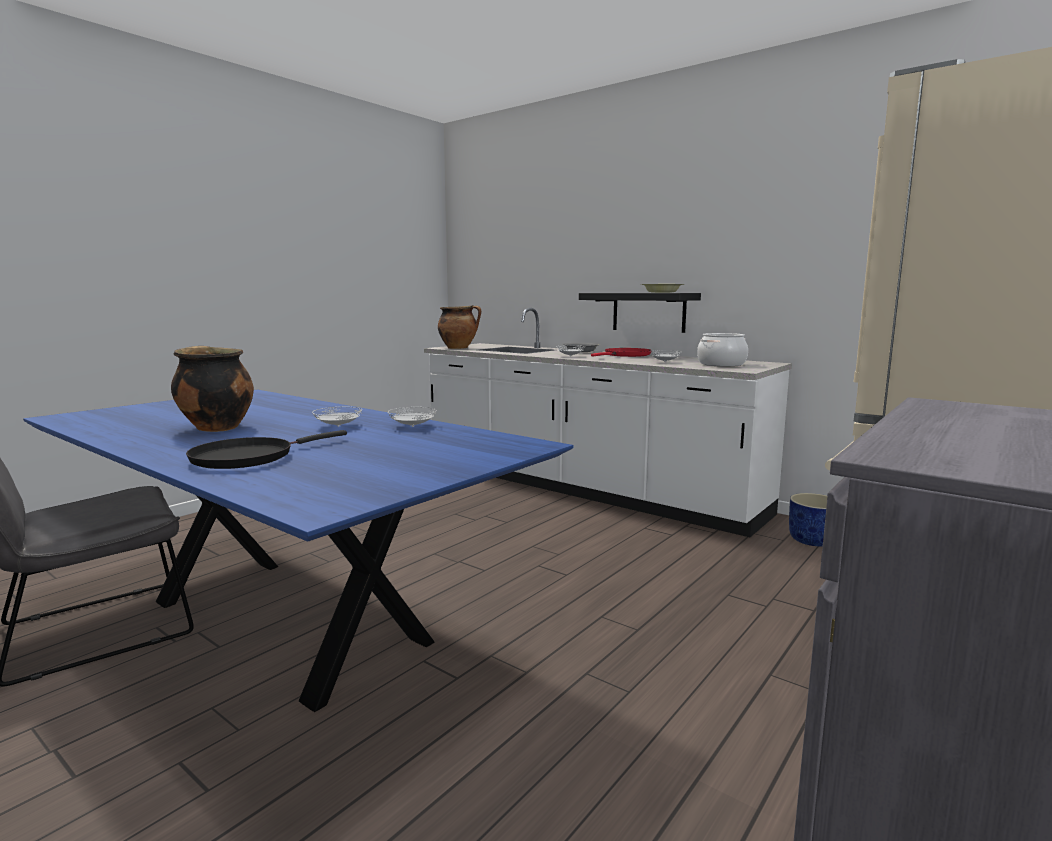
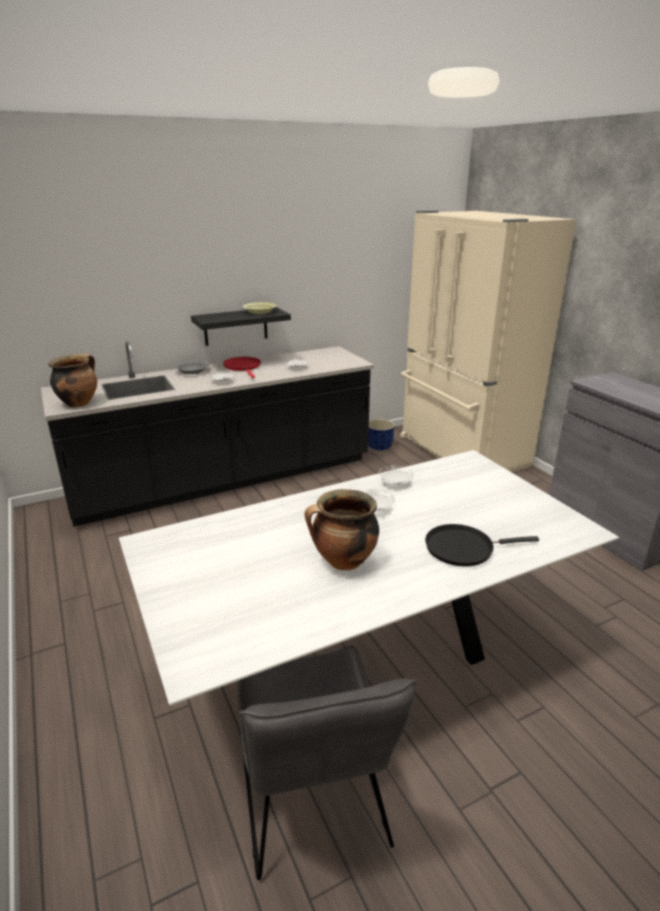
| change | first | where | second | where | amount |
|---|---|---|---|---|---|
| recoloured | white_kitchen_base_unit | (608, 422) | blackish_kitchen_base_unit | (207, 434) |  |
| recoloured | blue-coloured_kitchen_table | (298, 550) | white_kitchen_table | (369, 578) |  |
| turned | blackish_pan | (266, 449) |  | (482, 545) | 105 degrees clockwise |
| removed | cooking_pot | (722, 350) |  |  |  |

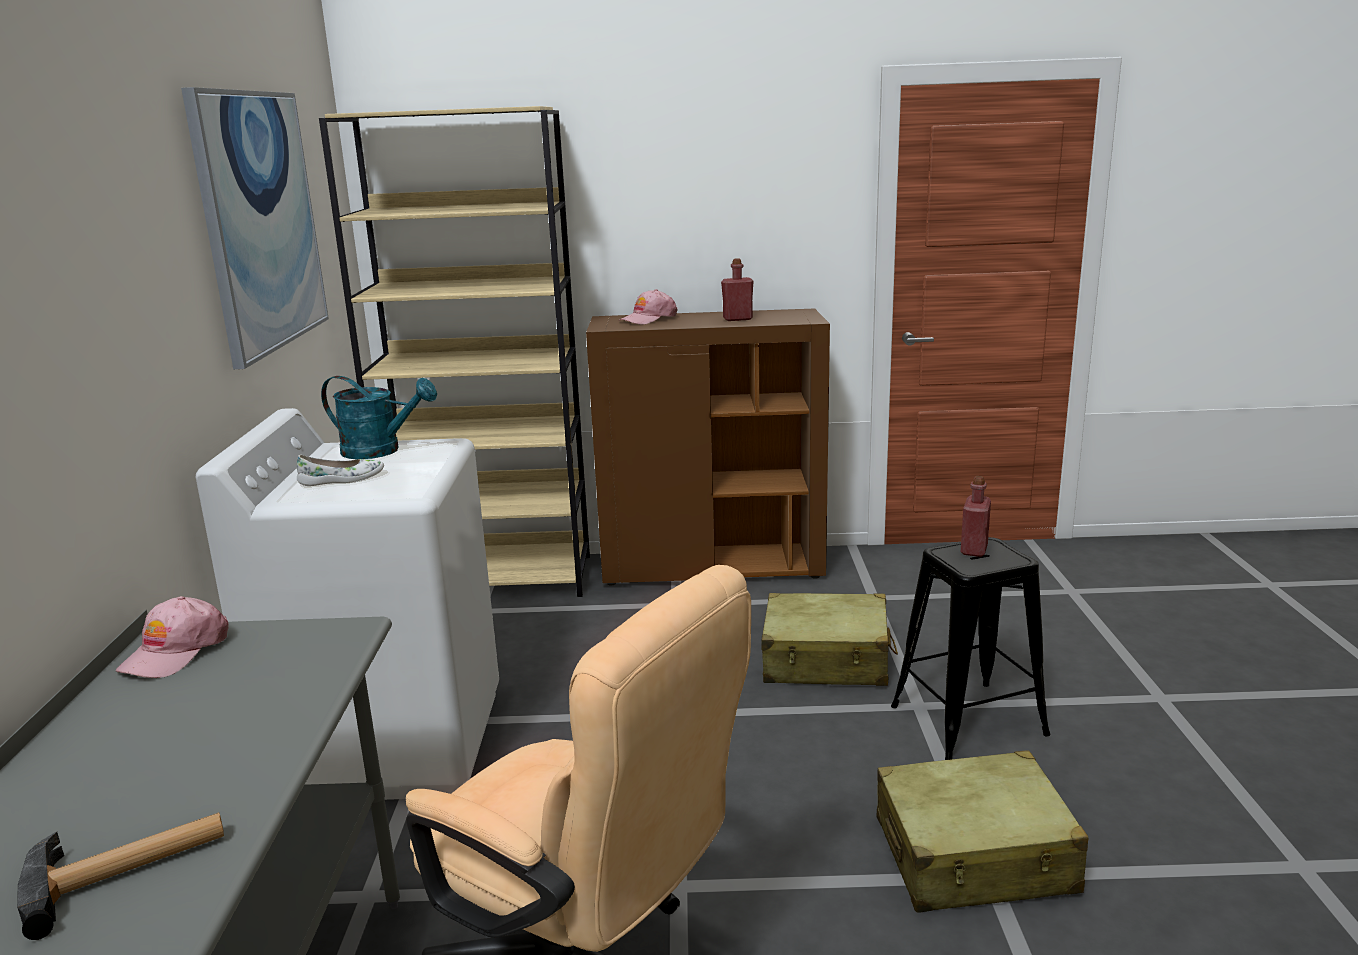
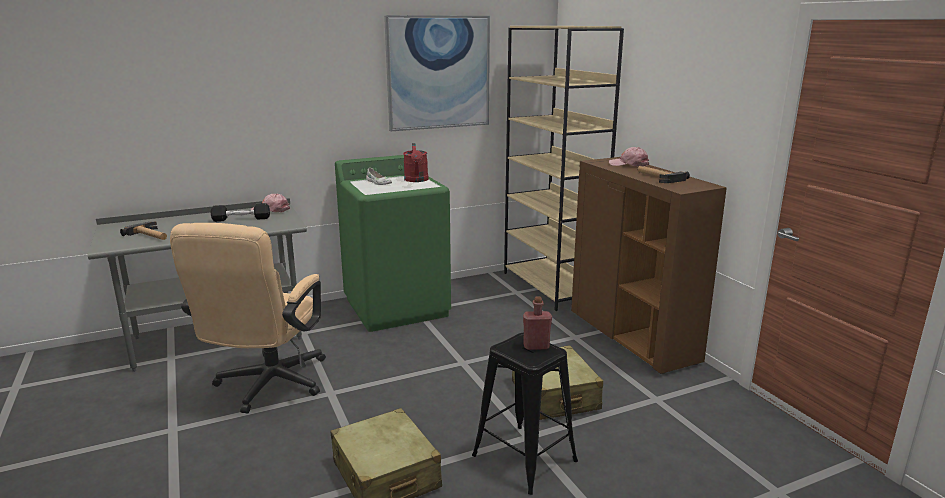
| change | first | where | second | where | amount |
|---|---|---|---|---|---|
| added |  |  | blackish_hand_weight | (240, 212) |  |
| recoloured | white_washing_machine | (347, 604) | greenish_washing_machine | (393, 243) |  |
| recoloured | turquoise-coloured_watering_can | (379, 417) | reddish_watering_can | (415, 162) |  |
| replaced | reddish_bottle | (737, 289) | hammer | (664, 174) |  |

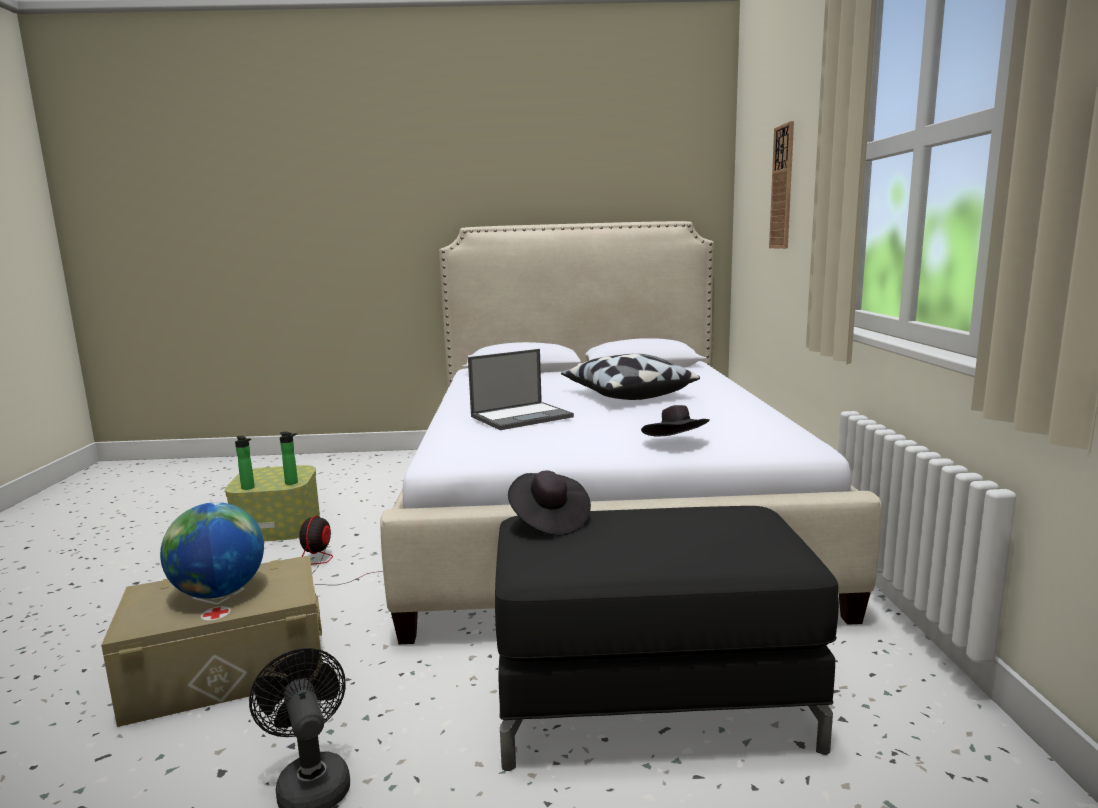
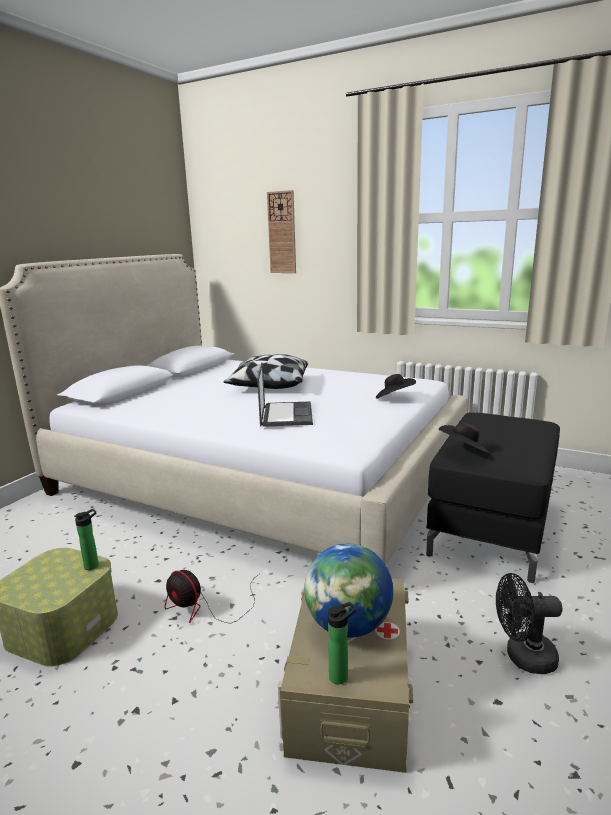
| change | first | where | second | where | amount |
|---|---|---|---|---|---|
| moved | bottle | (245, 463) |  | (342, 643) |  |

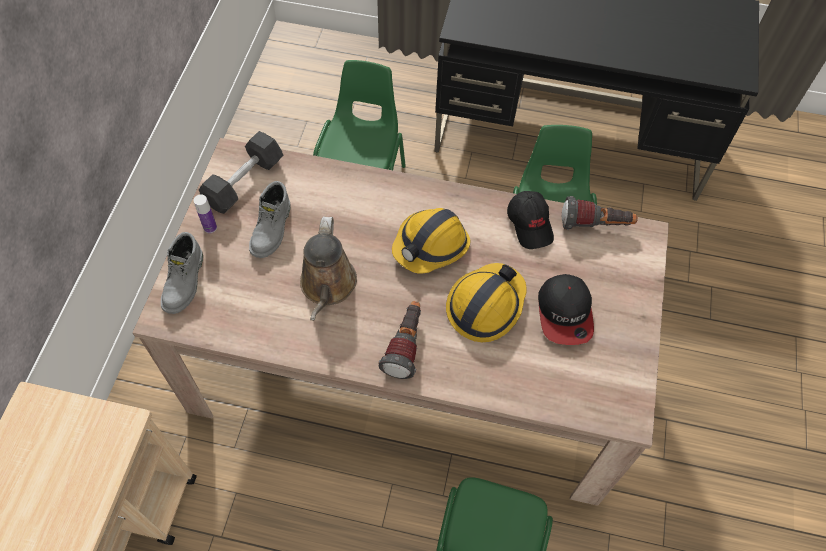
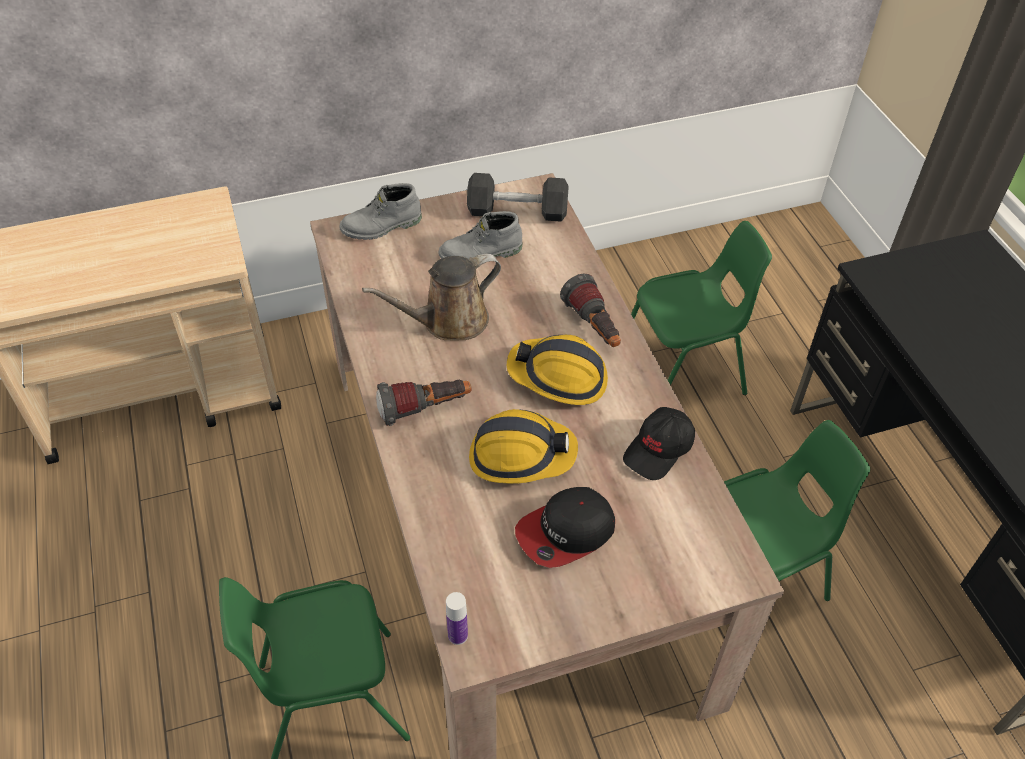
| change | first | where | second | where | amount |
|---|---|---|---|---|---|
| moved | bottle | (205, 213) |  | (457, 618) |  |
| moved | hand_torch | (600, 213) |  | (590, 310) |  |

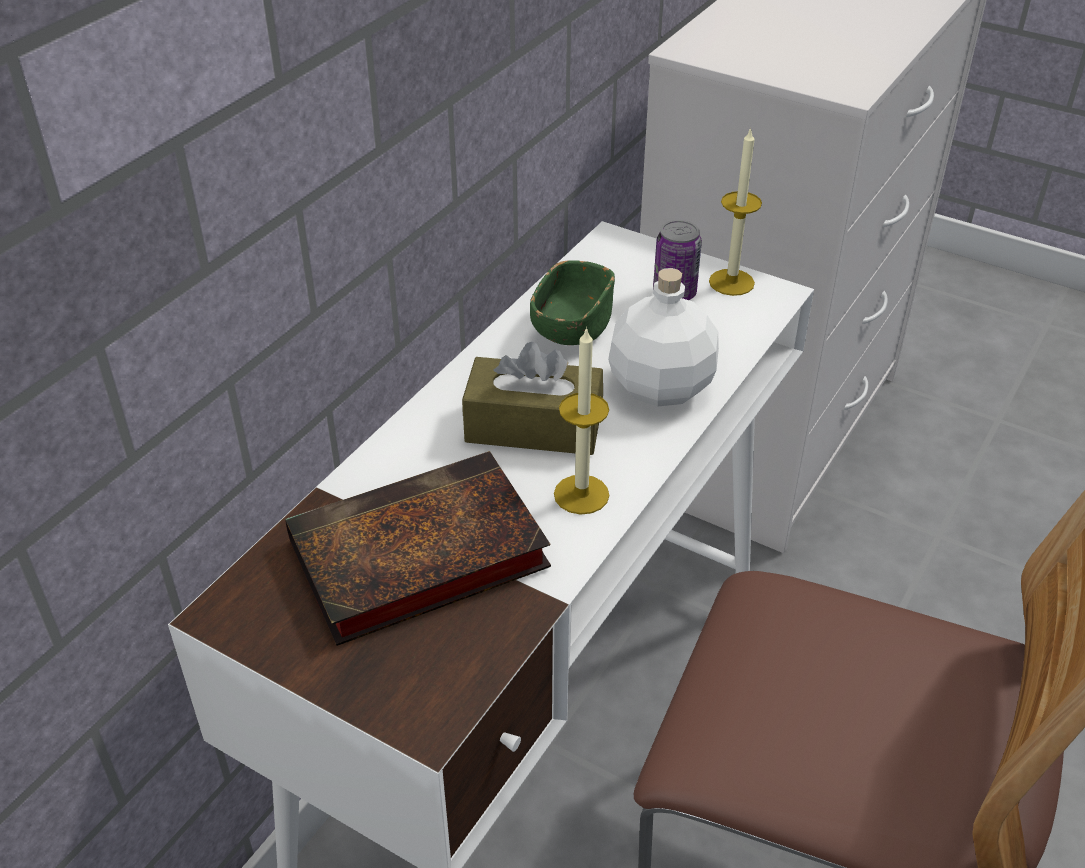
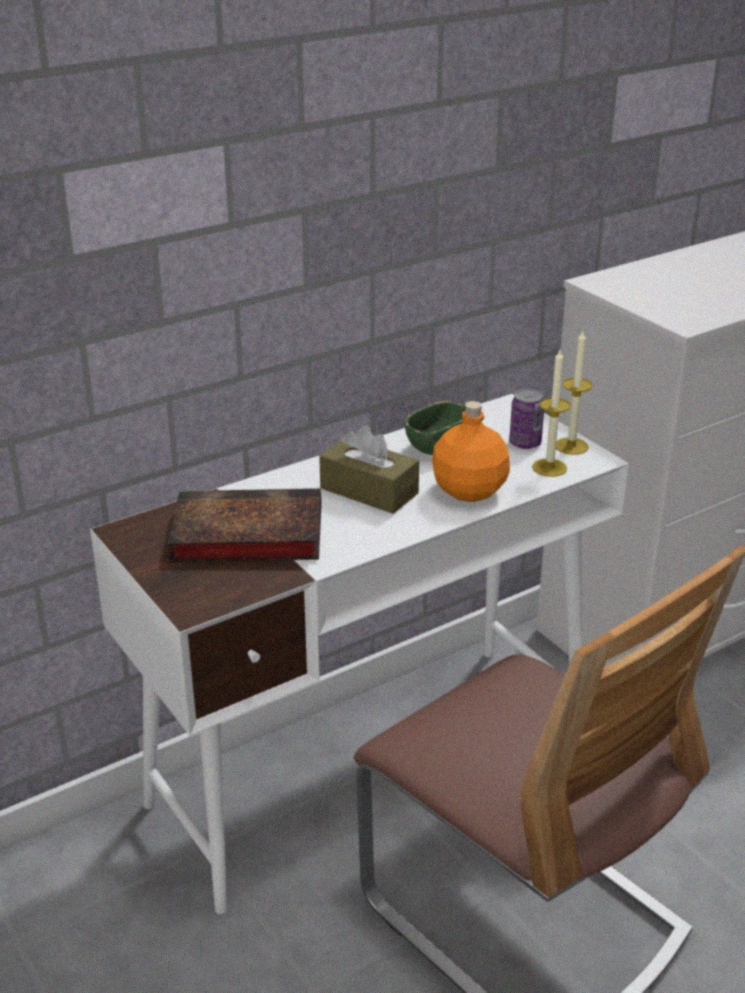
| change | first | where | second | where | amount |
|---|---|---|---|---|---|
| recoloured | white_bottle | (663, 337) | orange_bottle | (471, 451) |  |
| moved | wax_candle | (581, 421) |  | (551, 413) |  |

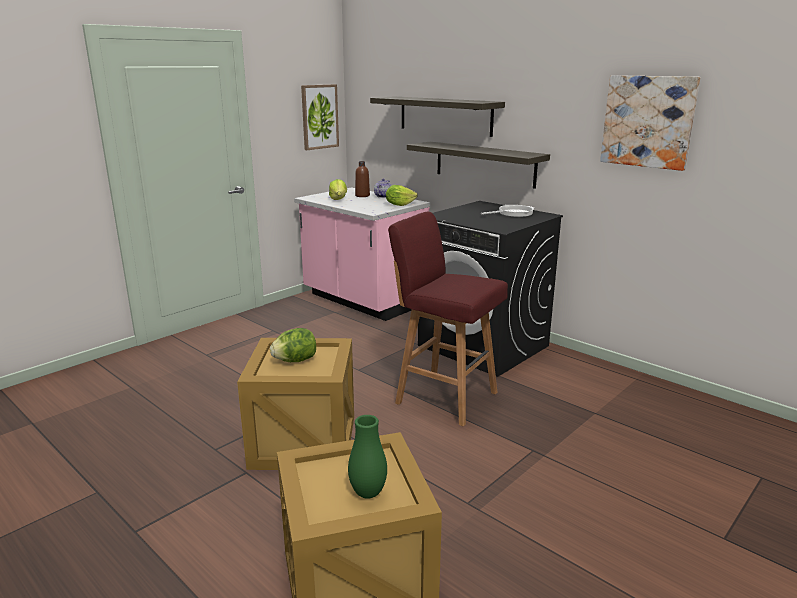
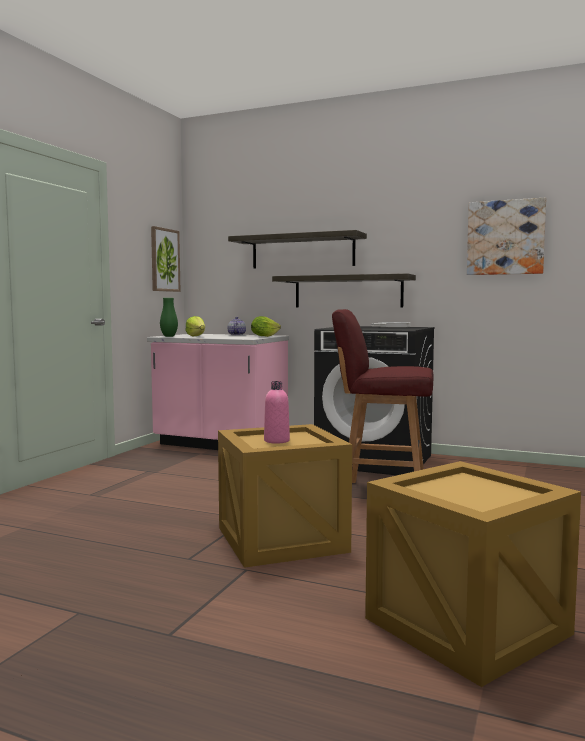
| change | first | where | second | where | amount |
|---|---|---|---|---|---|
| moved | greenish_decorative_vase | (367, 457) |  | (169, 317) |  |
| replaced | head_of_lettuce | (293, 345) | pinkish_bottle | (277, 412) |  |
| removed | brown_bottle | (362, 179) |  |  |  |

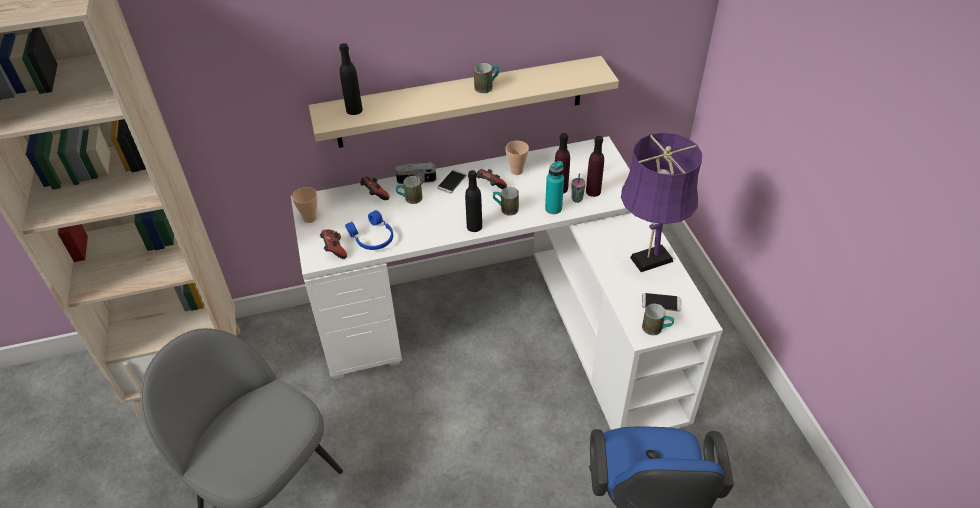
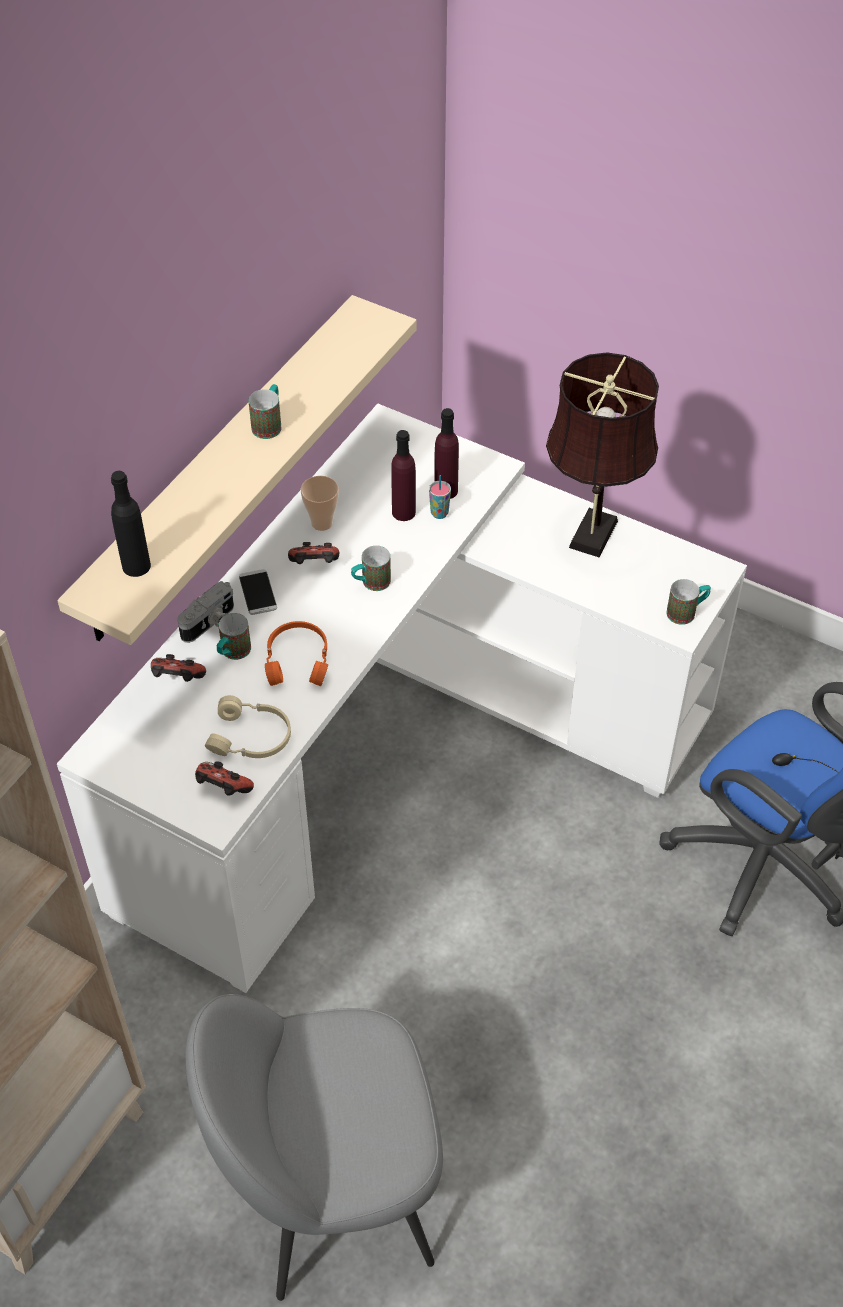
| change | first | where | second | where | amount |
|---|---|---|---|---|---|
| recoloured | blue-coloured_headset | (369, 230) | sand-coloured_headset | (248, 726) |  |
| added |  |  | orange_headset | (296, 653) |  |
| recoloured | purple_table_lamp | (661, 202) | brown_table_lamp | (602, 455) |  |
| removed | drinking_cup | (305, 205) |  |  |  |
| removed | blackish_bottle | (473, 201) |  |  |  |
| removed | turquoise-coloured_bottle | (554, 187) |  |  |  |
| removed | handset | (661, 302) |  |  |  |

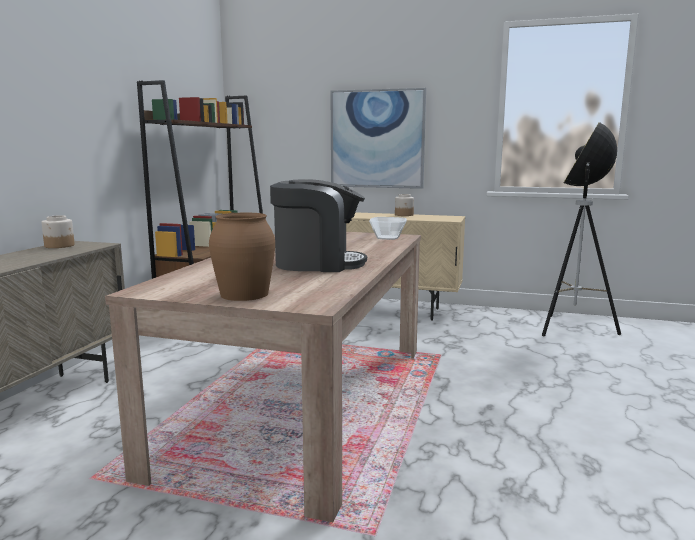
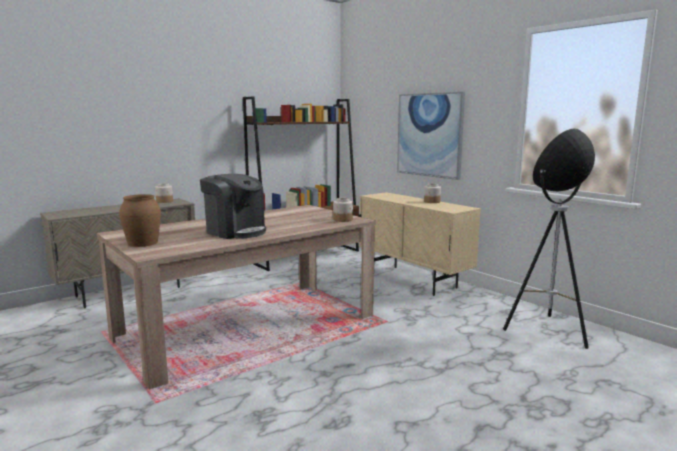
| change | first | where | second | where | amount |
|---|---|---|---|---|---|
| replaced | serving_bowl | (388, 228) | preserve_jar | (343, 210) |  |

